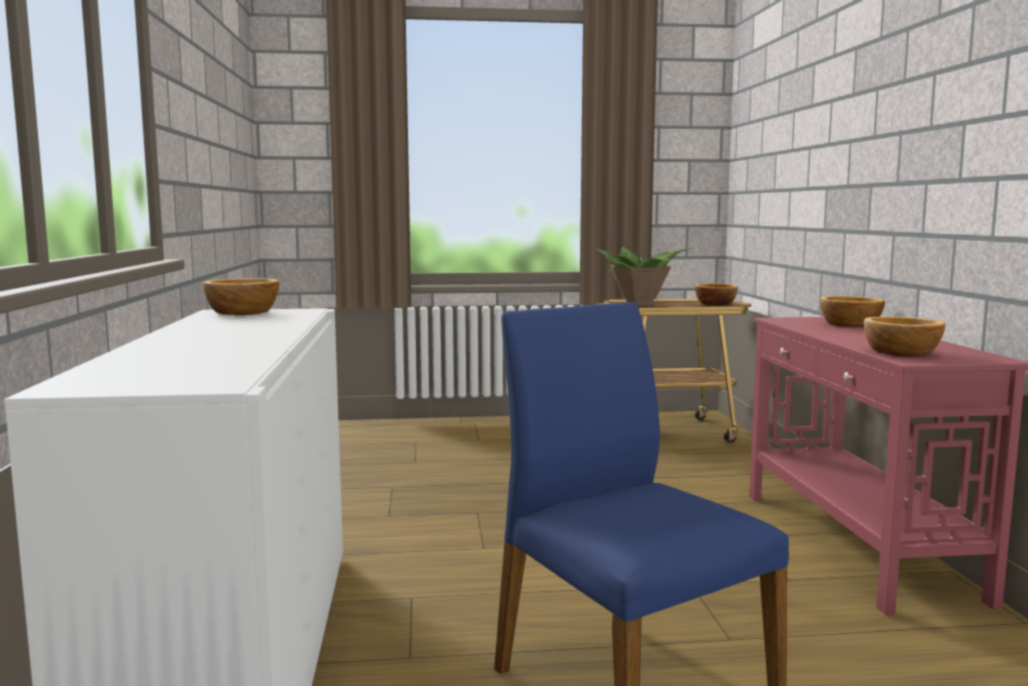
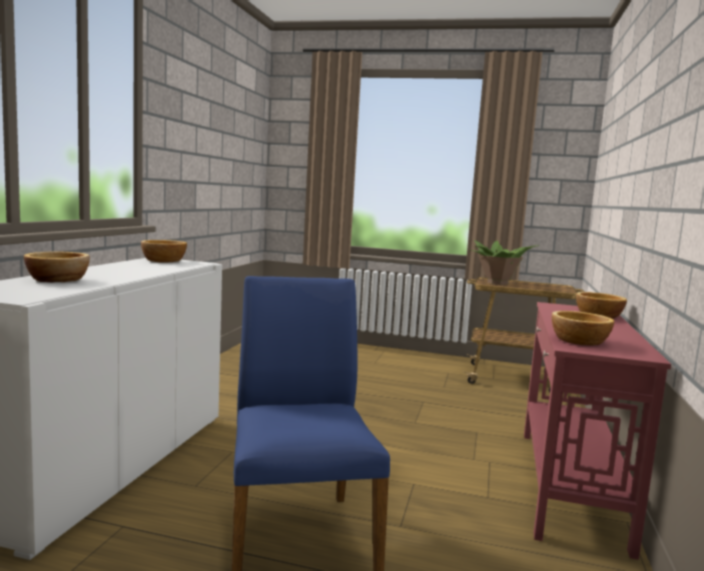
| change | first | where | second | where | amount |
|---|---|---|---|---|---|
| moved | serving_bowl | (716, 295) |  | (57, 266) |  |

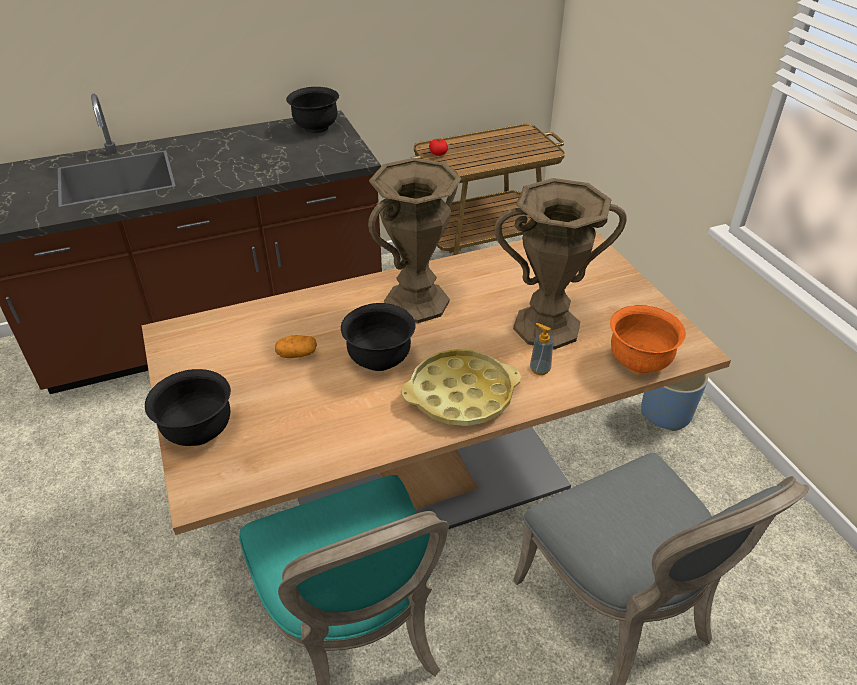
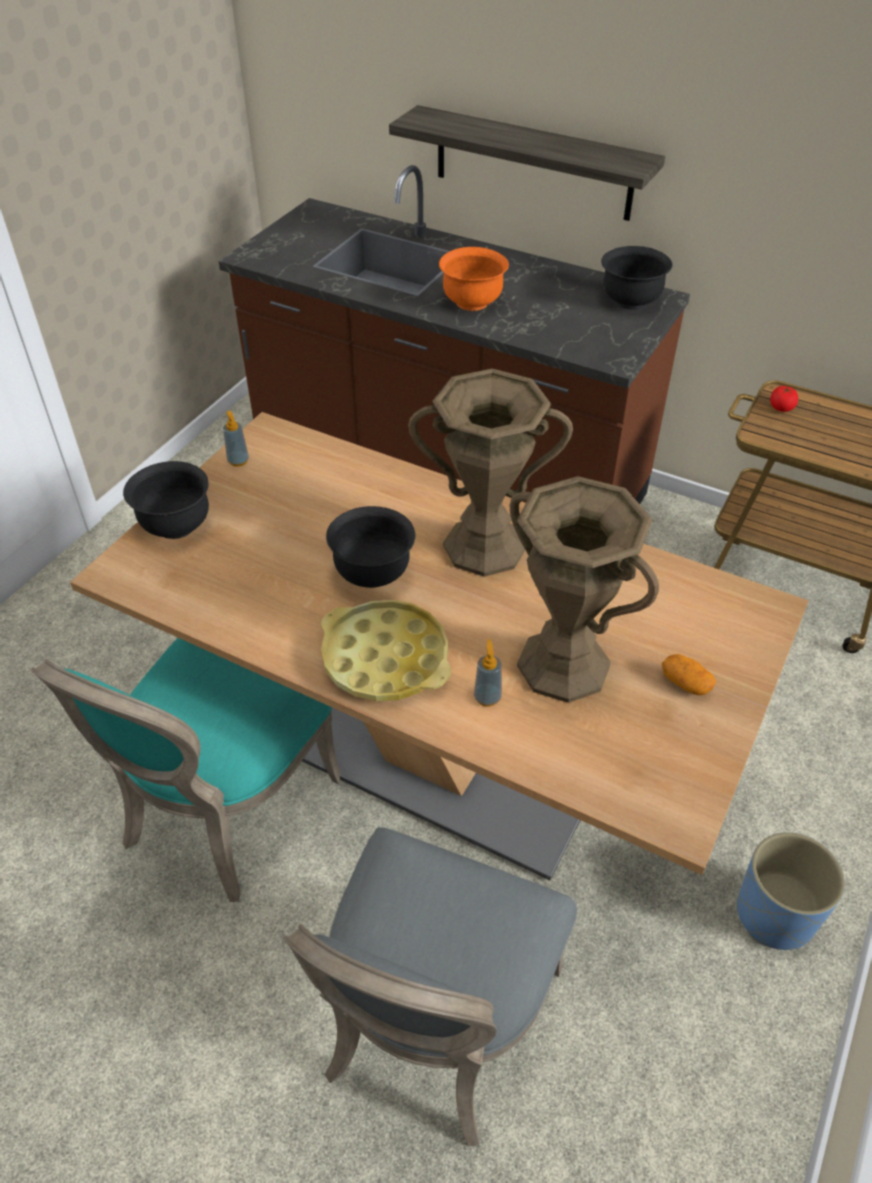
| change | first | where | second | where | amount |
|---|---|---|---|---|---|
| added |  |  | soap_bottle | (236, 439) |  |
| added |  |  | wall_shelf | (527, 163) |  |
| moved | orange_serving_bowl | (648, 339) |  | (474, 279) |  |
| moved | potato | (296, 346) |  | (689, 674) |  |

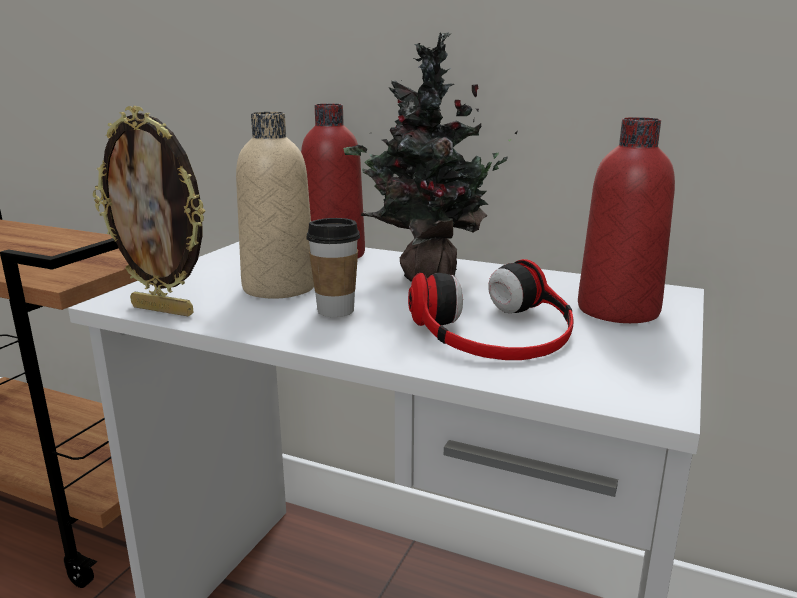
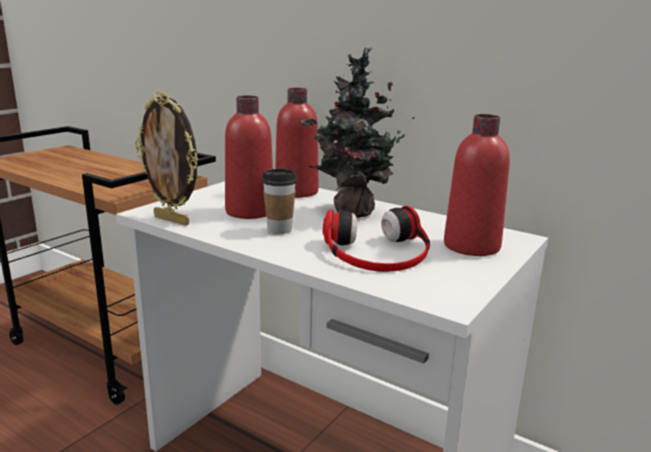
| change | first | where | second | where | amount |
|---|---|---|---|---|---|
| recoloured | sand-coloured_bottle | (275, 205) | reddish_bottle | (249, 157) |  |

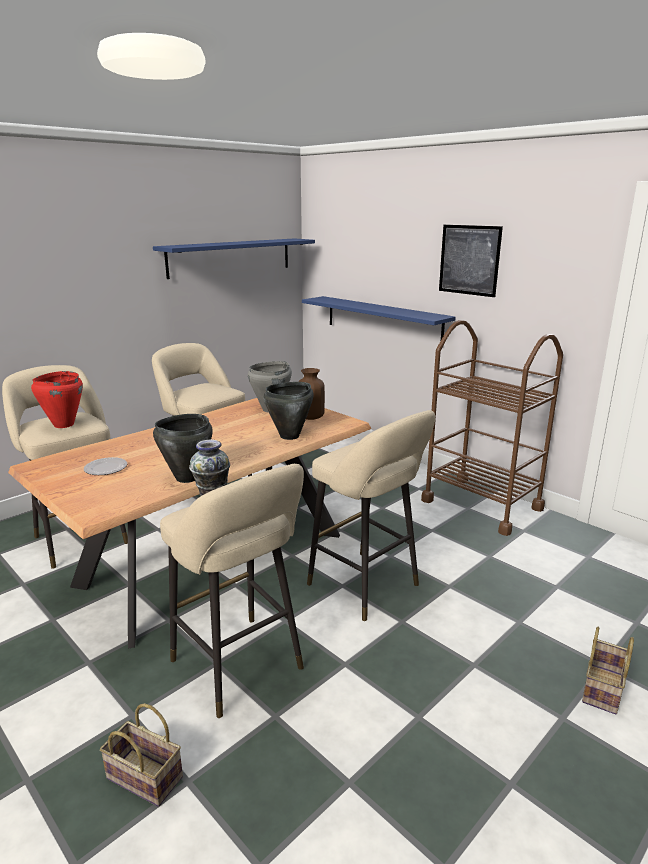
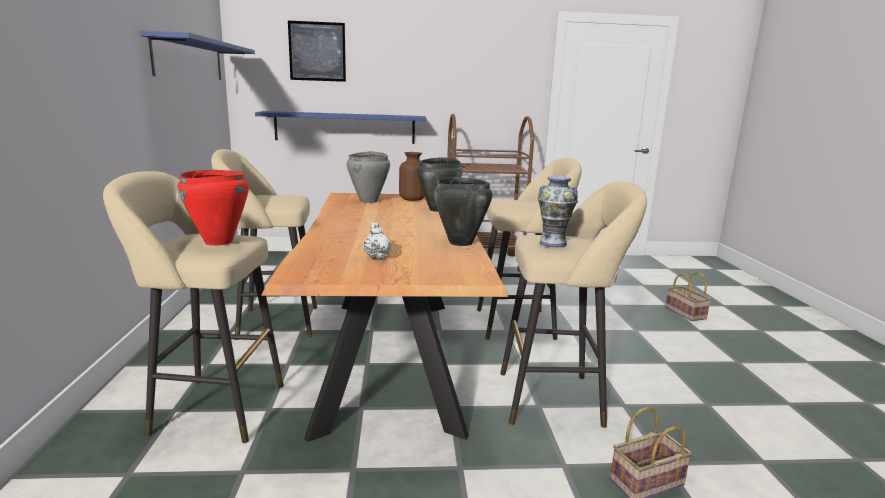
| change | first | where | second | where | amount |
|---|---|---|---|---|---|
| moved | wall_art | (471, 261) |  | (317, 51) |  |
| replaced | flat_dish | (105, 466) | white_teapot | (377, 240) |  |

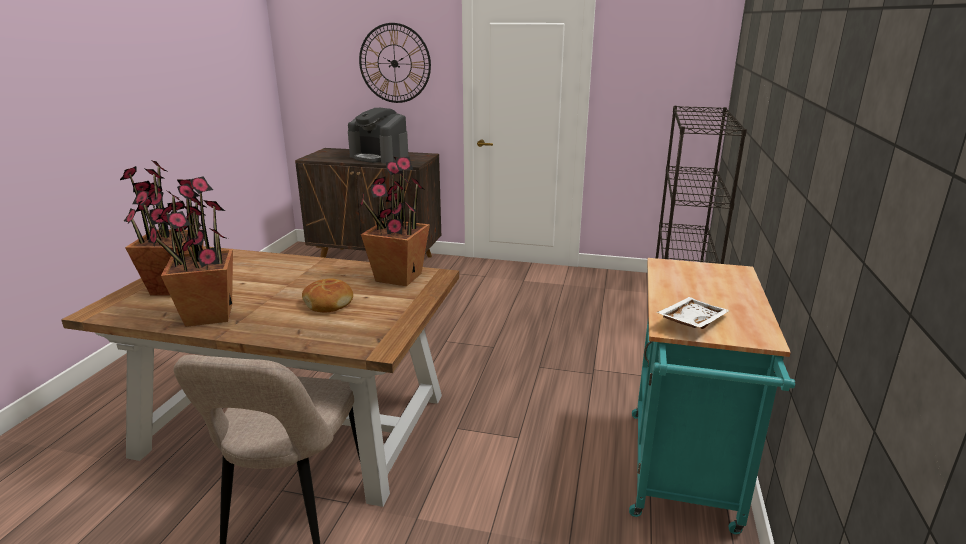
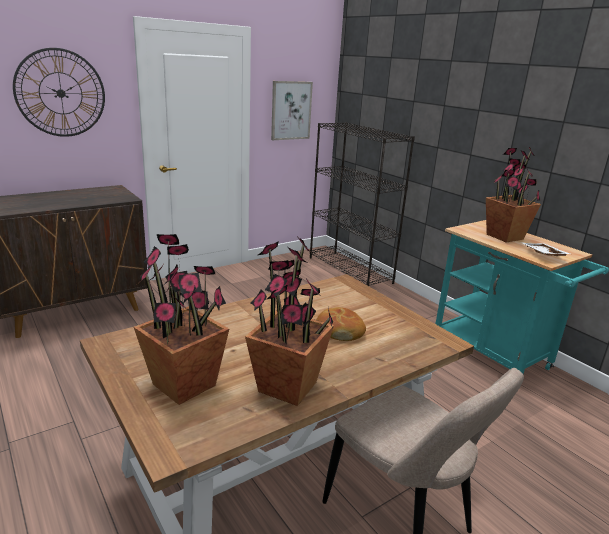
| change | first | where | second | where | amount |
|---|---|---|---|---|---|
| added |  |  | wall_art | (292, 110) |  |
| moved | houseplant | (395, 221) |  | (513, 195) |  |
| removed | coffee_machine | (378, 135) |  |  |  |

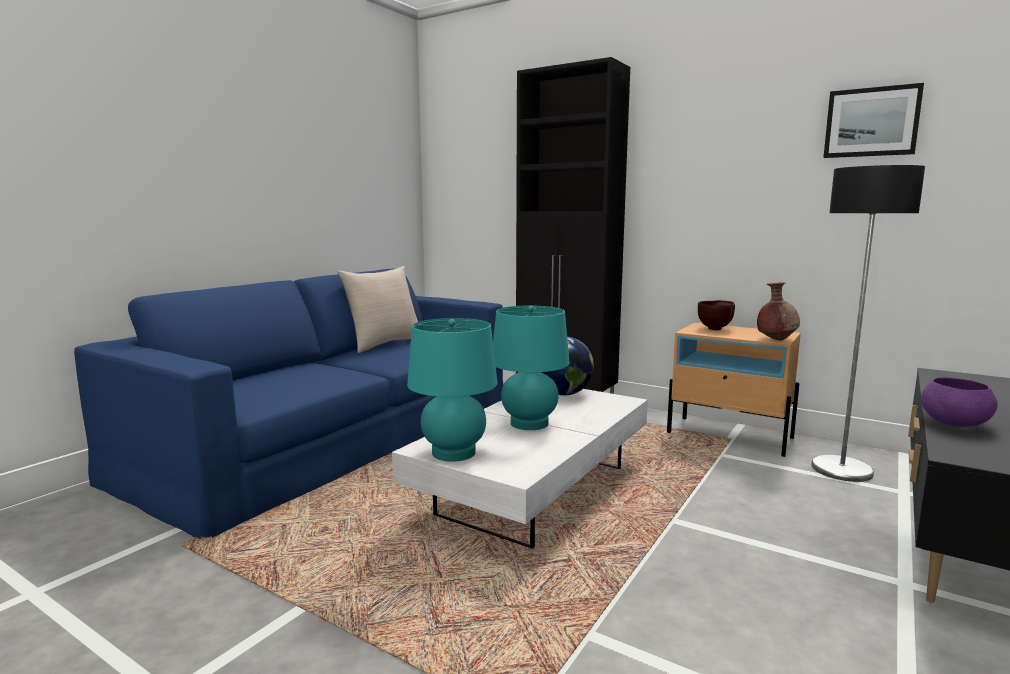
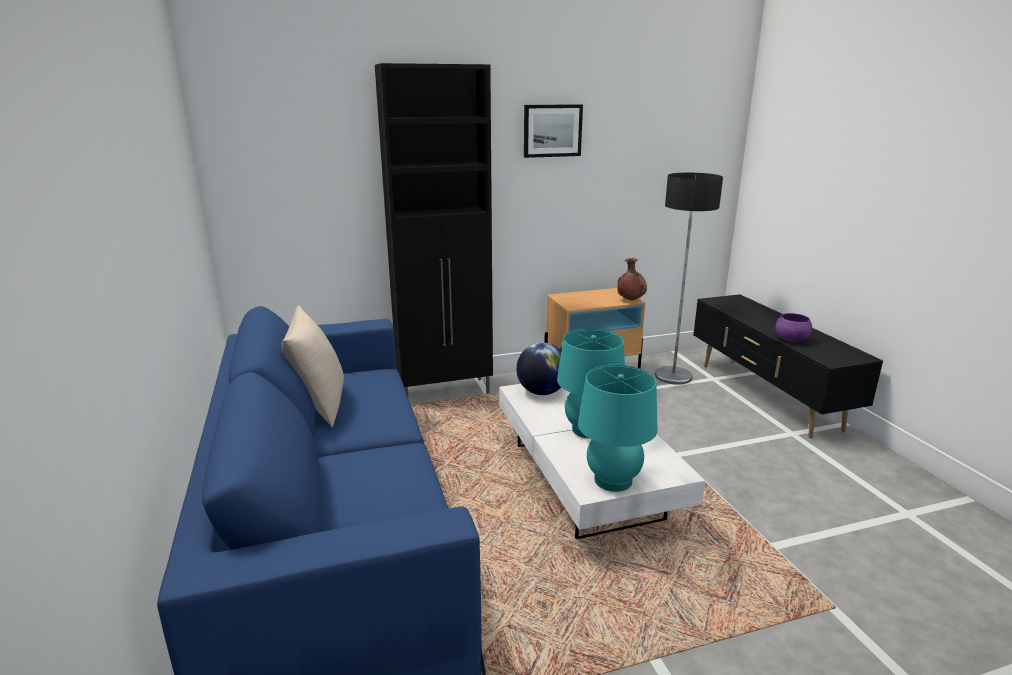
| change | first | where | second | where | amount |
|---|---|---|---|---|---|
| moved | wall_art | (873, 120) |  | (553, 131) |  |
| removed | brown_serving_bowl | (716, 315) |  |  |  |

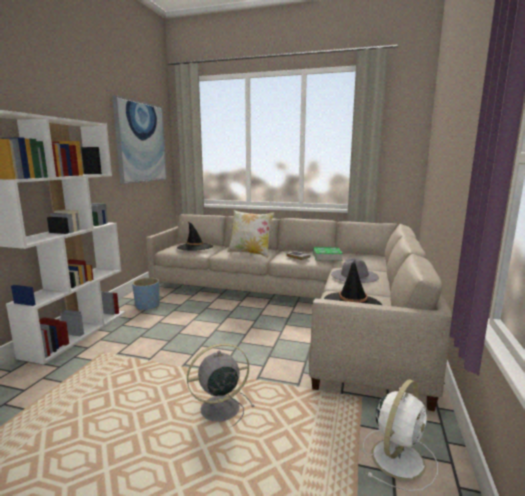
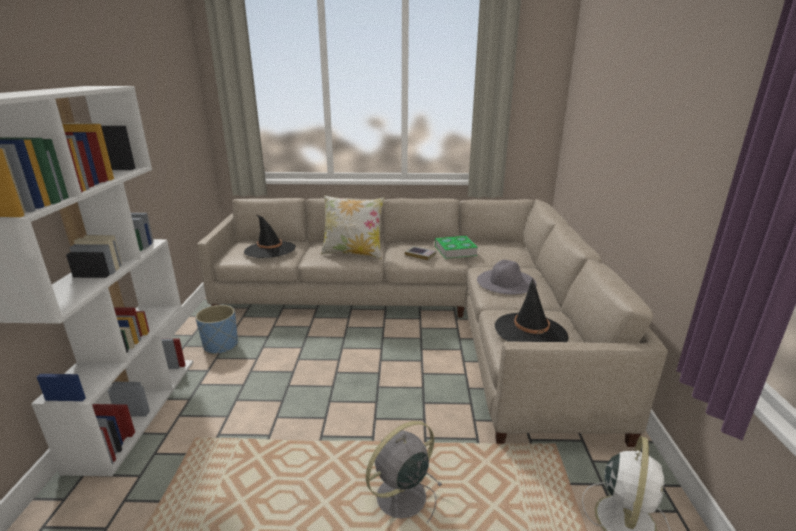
| change | first | where | second | where | amount |
|---|---|---|---|---|---|
| removed | wall_art | (139, 139) |  |  |  |

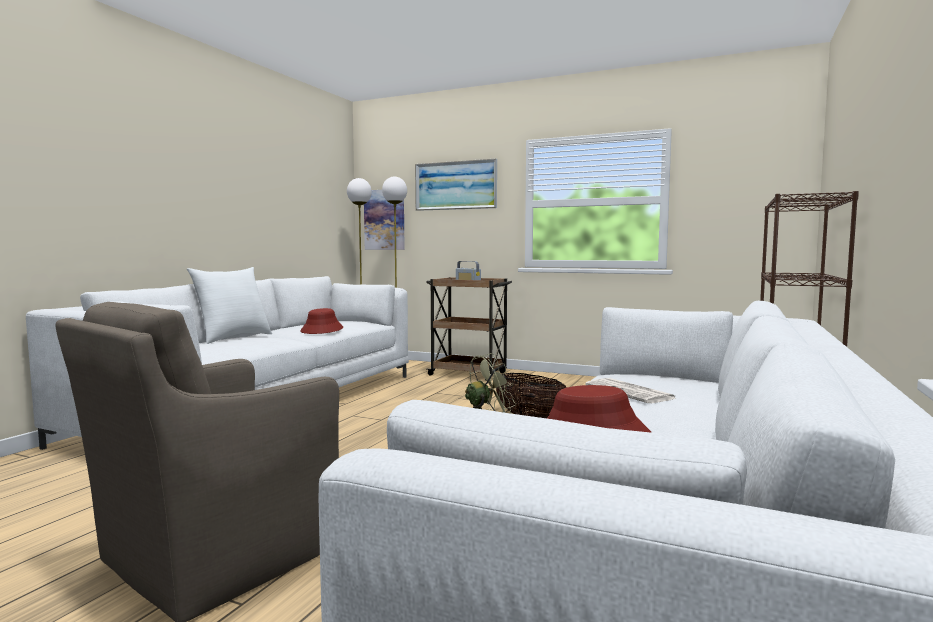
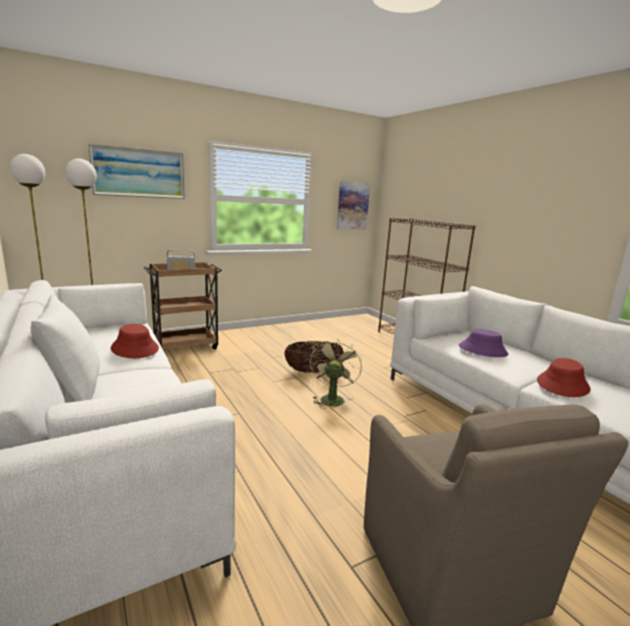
| change | first | where | second | where | amount |
|---|---|---|---|---|---|
| moved | wall_art | (384, 220) |  | (353, 205) |  |
| replaced | printed_paper | (631, 390) | purple_hat | (483, 343) |  |

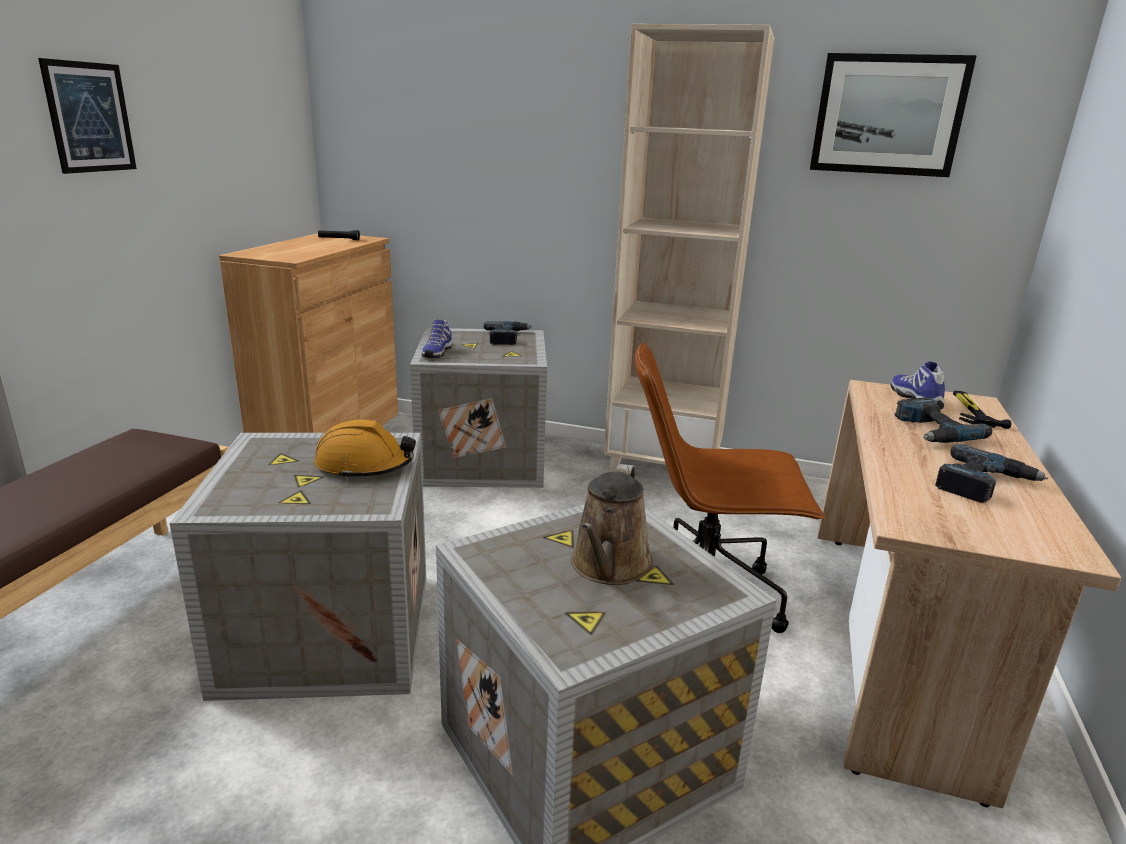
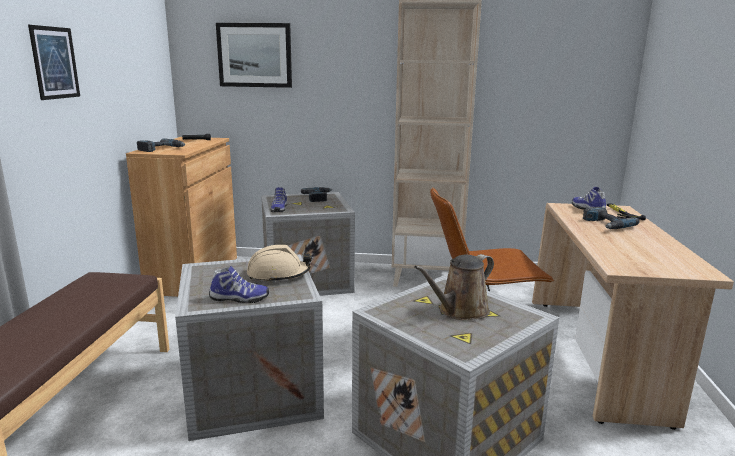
| change | first | where | second | where | amount |
|---|---|---|---|---|---|
| moved | electric_drill | (991, 473) |  | (161, 145) |  |
| added |  |  | low_shoe | (239, 284) |  |
| moved | wall_art | (893, 115) |  | (254, 55) |  |
| recoloured | orange_safety_helmet | (365, 450) | sand-coloured_safety_helmet | (279, 264) |  |
| turned | brown_watering_can | (612, 524) |  | (454, 287) | 45 degrees clockwise |

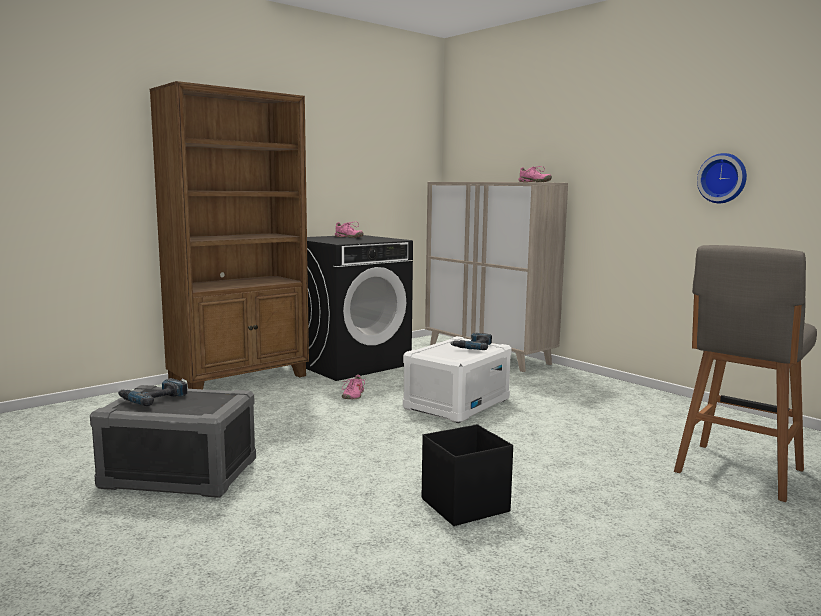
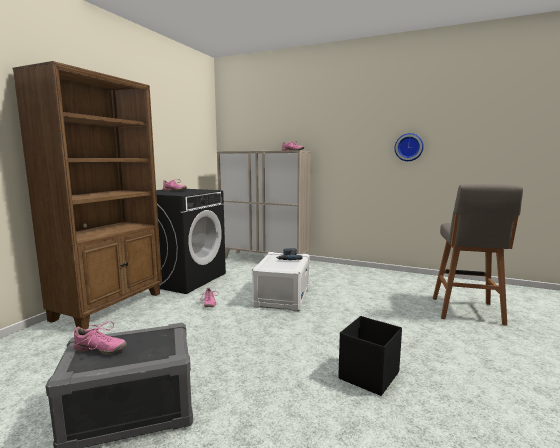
| change | first | where | second | where | amount |
|---|---|---|---|---|---|
| replaced | electric_drill | (152, 392) | pinkish_low_shoe | (99, 337) |  |

